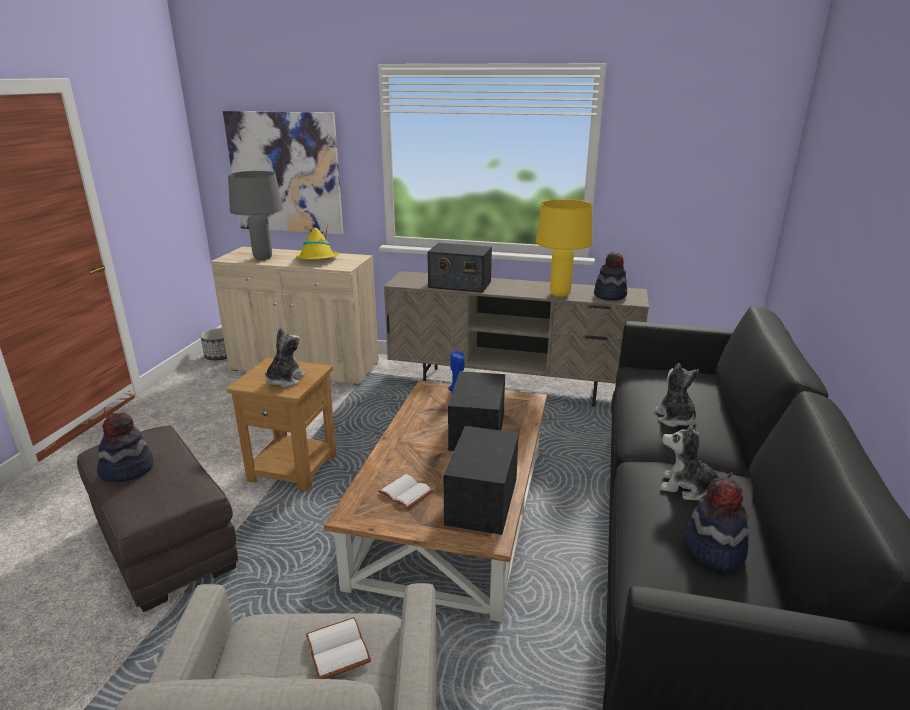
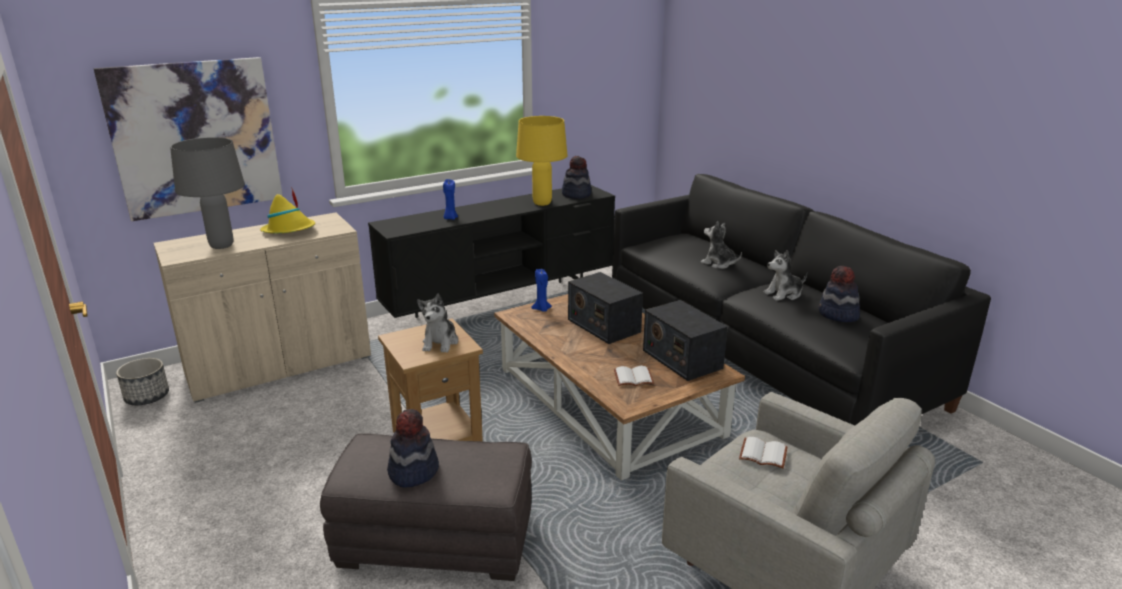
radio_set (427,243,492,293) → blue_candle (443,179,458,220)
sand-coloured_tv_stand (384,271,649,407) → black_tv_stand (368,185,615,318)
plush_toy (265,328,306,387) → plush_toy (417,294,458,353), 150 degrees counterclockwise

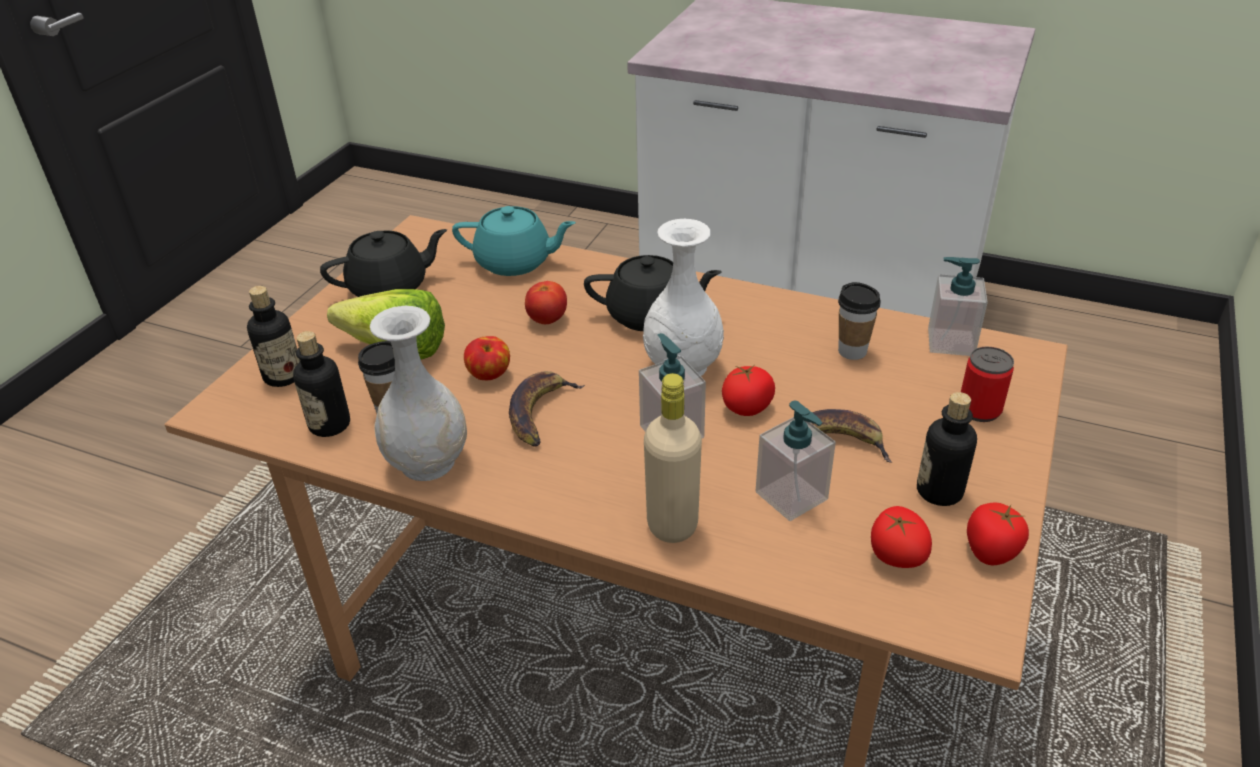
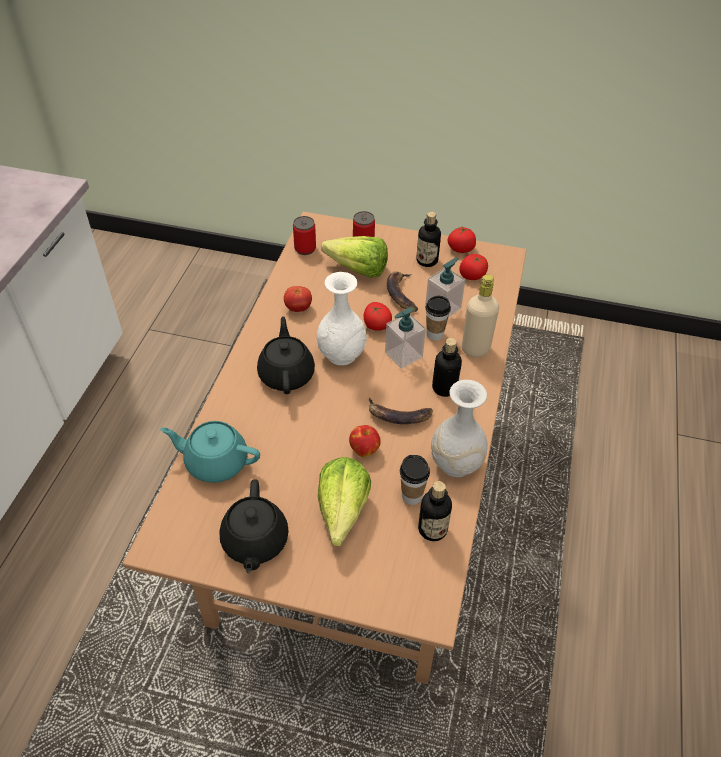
turquoise-coloured_tea_pot (452,206,576,276) → turquoise-coloured_tea_pot (160,421,260,483), 75 degrees counterclockwise
black_tea_pot (320,229,447,297) → black_tea_pot (219,479,289,573), 150 degrees counterclockwise
liquid_soap_bottle (928,257,988,356) → metal_can (293,216,316,255)
whole_tomato (525,281,567,324) → whole_tomato (284,286,312,312), relocated
small_cup (838,282,881,360) → small_cup (426,296,451,340), relocated
beverage_bottle (247,286,300,387) → beverage_bottle (432,338,462,397), relocated
- → lettuce_head (321,236,388,278)

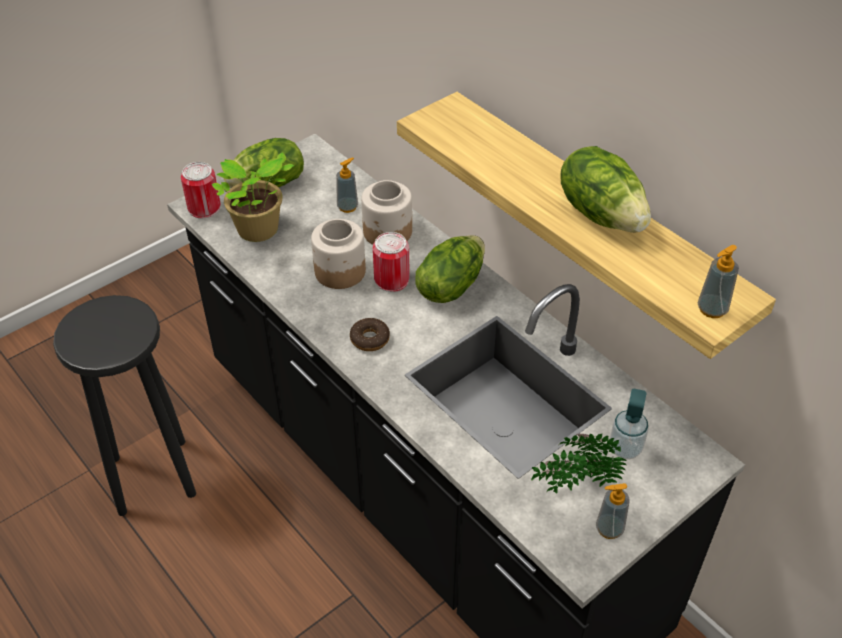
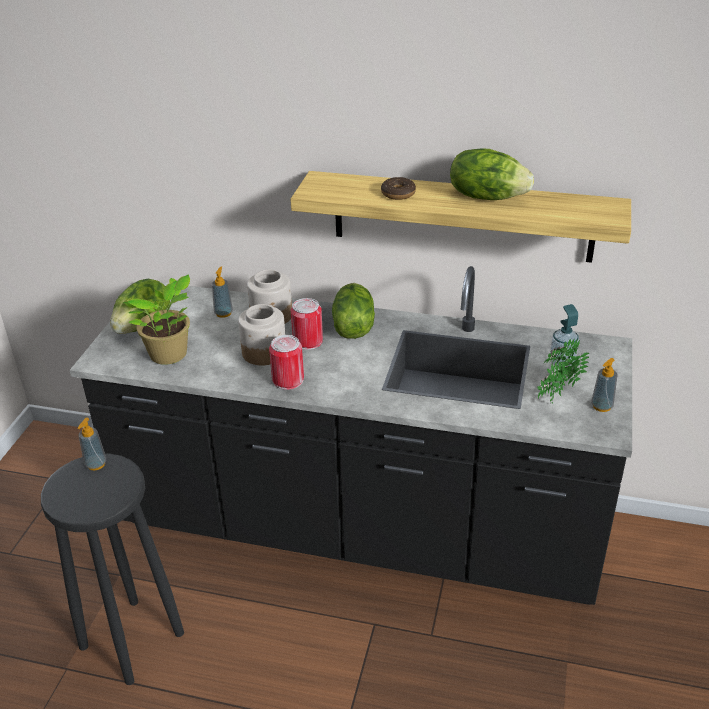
metal_can (181,162,220,218) → metal_can (269,335,304,390), relocated
liquid_soap_bottle (698,245,739,318) → liquid_soap_bottle (77,418,106,470), relocated
donut (350,318,390,351) → donut (381,177,416,200), relocated

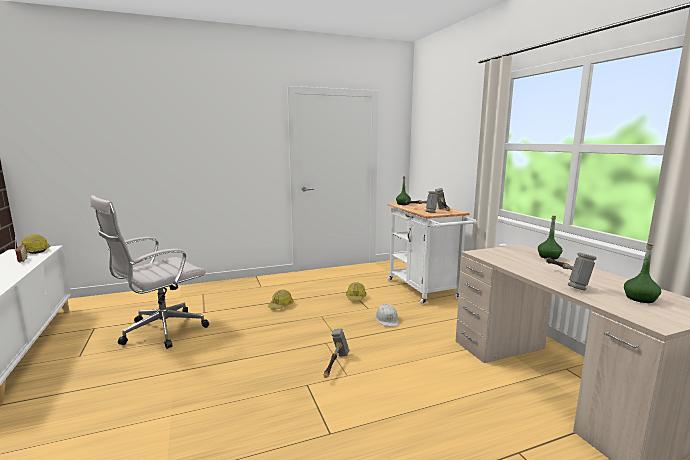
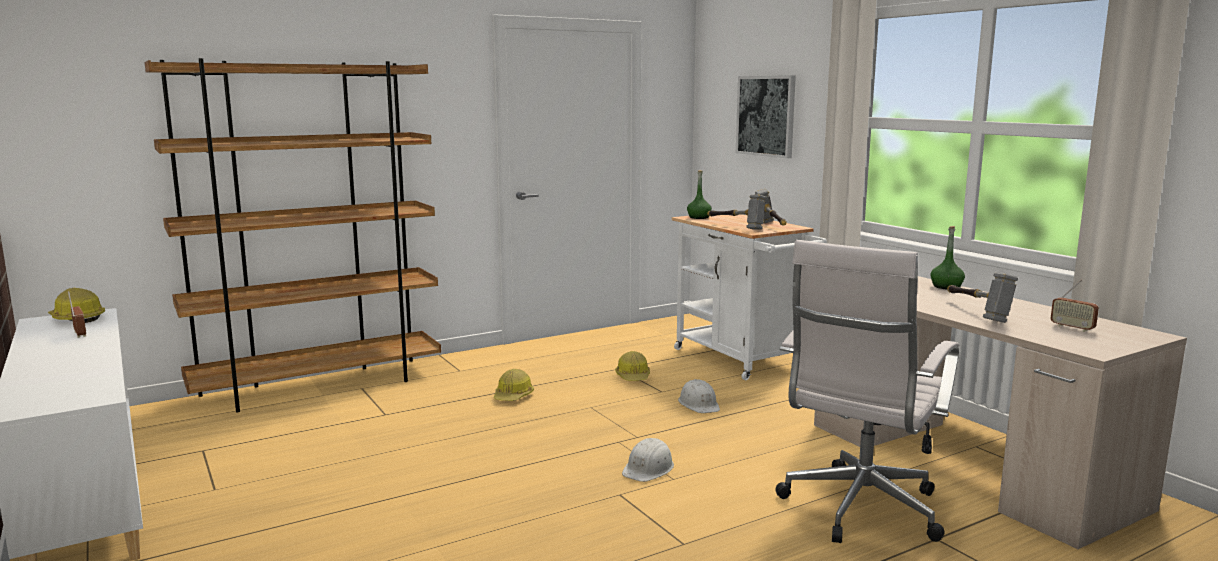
white-coloured_desk_chair (90,195,209,349) → white-coloured_desk_chair (776,240,959,543), relocated
greenish_beverage_bottle (624,243,661,303) → radio_set (1050,280,1099,332)
hammer (324,328,349,378) → white-coloured_safety_helmet (622,438,674,482)
- → brown-coloured_shelving_unit (144,58,441,412)
- → wall_art (736,75,796,158)

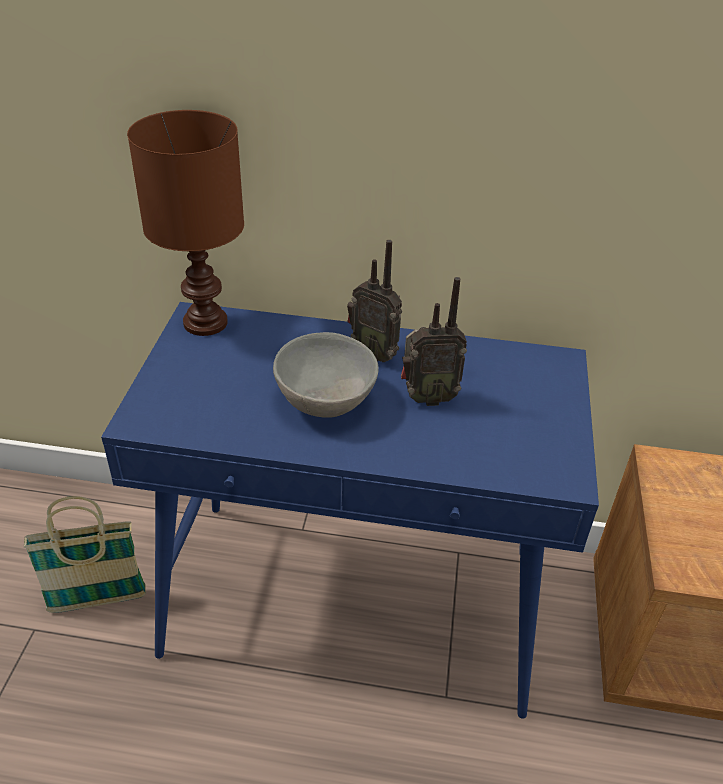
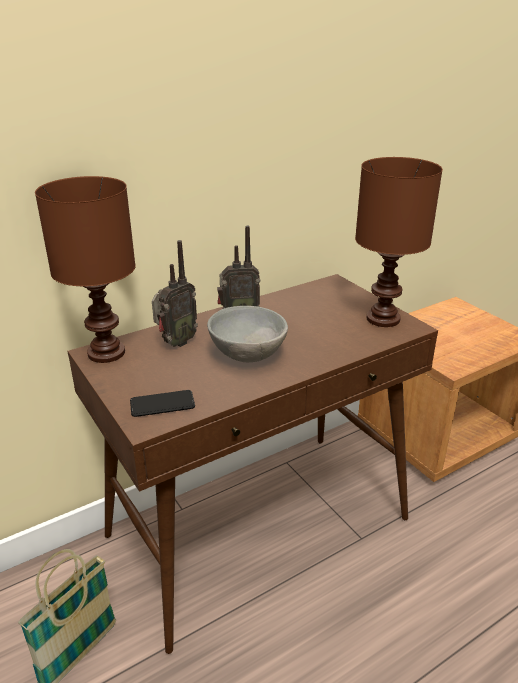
radio_set (401,277,467,406) → radio_set (152,240,198,347), relocated
blue_narrow_table (101,302,599,719) → brown-coloured_narrow_table (67,274,438,654)
- → brown-coloured_lamp_for_a_table (355,157,443,327)
- → phone (130,390,195,417)

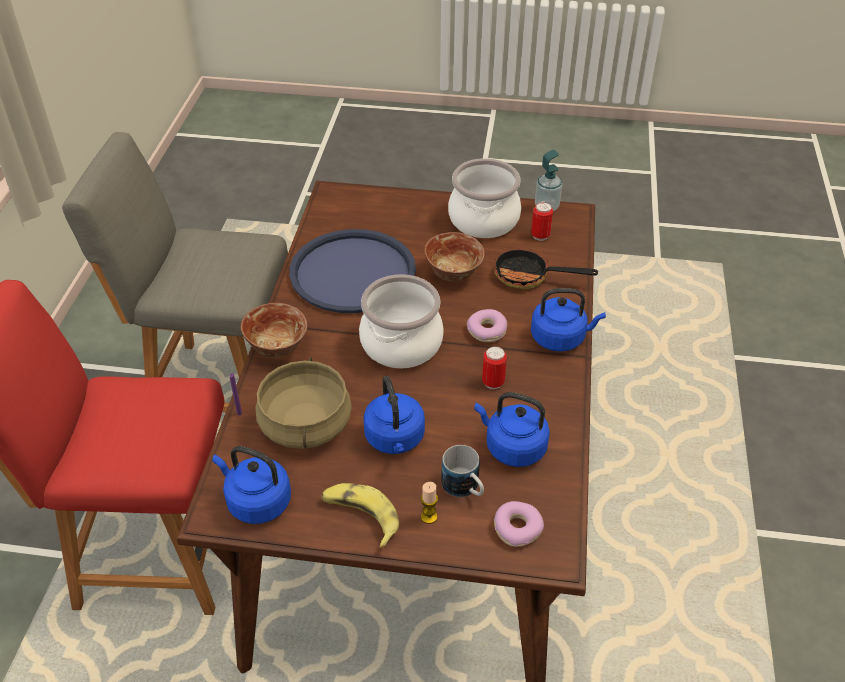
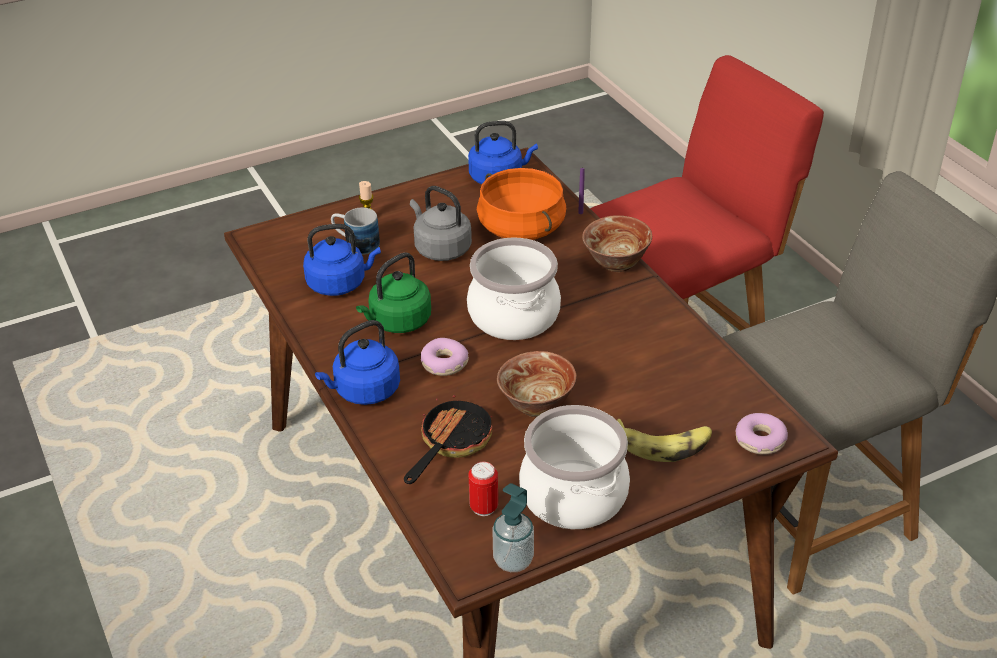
blue_serving_tray (289,229,416,313) → -
skillet (494,248,598,289) → skillet (404,395,493,484), 45 degrees counterclockwise
metal_can (482,346,507,389) → greenish_water_kettle (356,252,431,333)
sand-coloured_saucepot (256,357,352,449) → orange-coloured_saucepot (477,168,566,240)
blue_water_kettle (363,376,425,454) → gray_water_kettle (410,186,472,261)
banana (321,483,399,548) → banana (617,419,712,462), relocated
donut (494,501,544,547) → donut (736,413,788,455), relocated

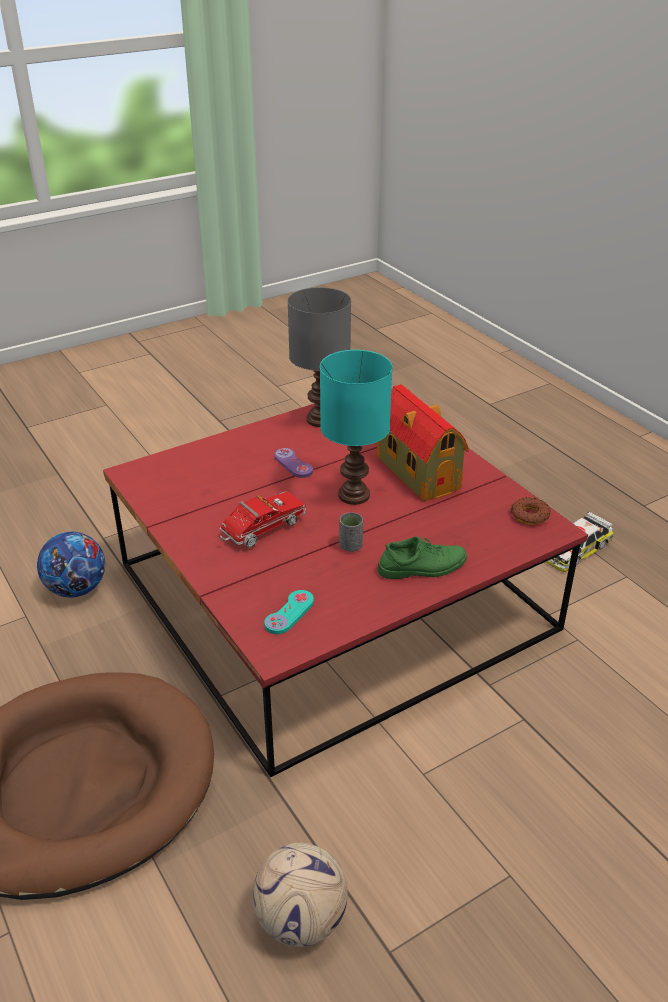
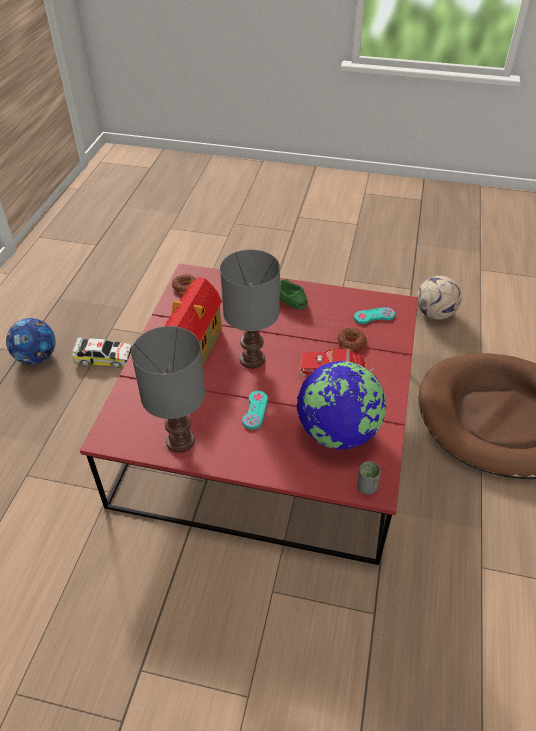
turquoise-coloured_lamp_for_a_table (320,350,393,505) → gray_lamp_for_a_table (220,250,280,369)
purplish_game_controller (274,448,313,478) → turquoise-coloured_game_controller (243,391,268,429)
gray_small_cup (339,512,363,552) → gray_small_cup (357,461,381,494), relocated
ball_for_football (37,532,105,597) → ball_for_football (6,318,56,365), relocated
- → donut (337,328,367,350)
- → globe (297,361,386,449)

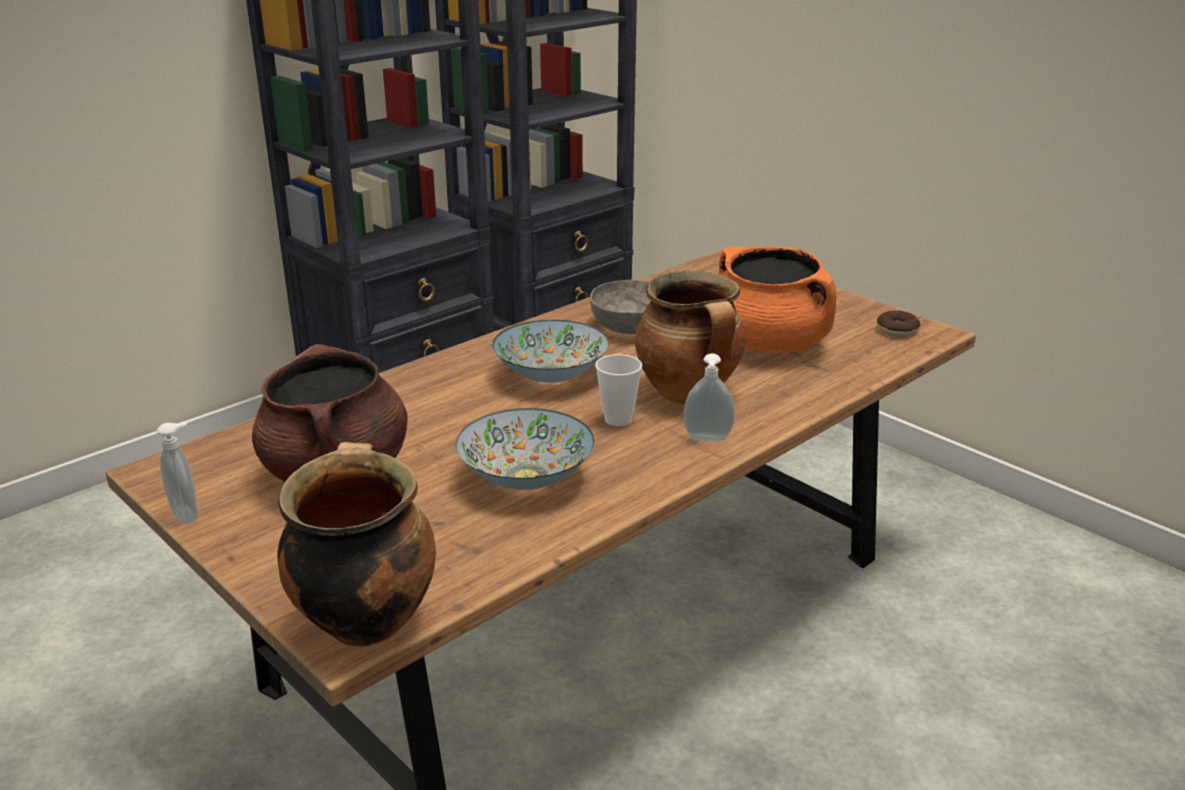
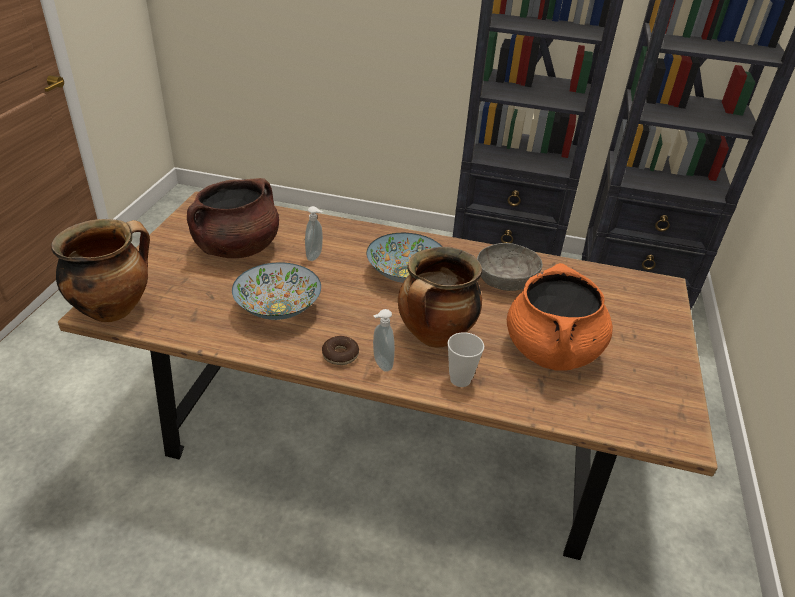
donut (877,310,920,337) → donut (322,336,359,365), relocated
small_cup (595,354,642,426) → small_cup (447,332,484,387), relocated
liquid_soap_bottle (157,422,197,524) → liquid_soap_bottle (305,206,323,261), relocated

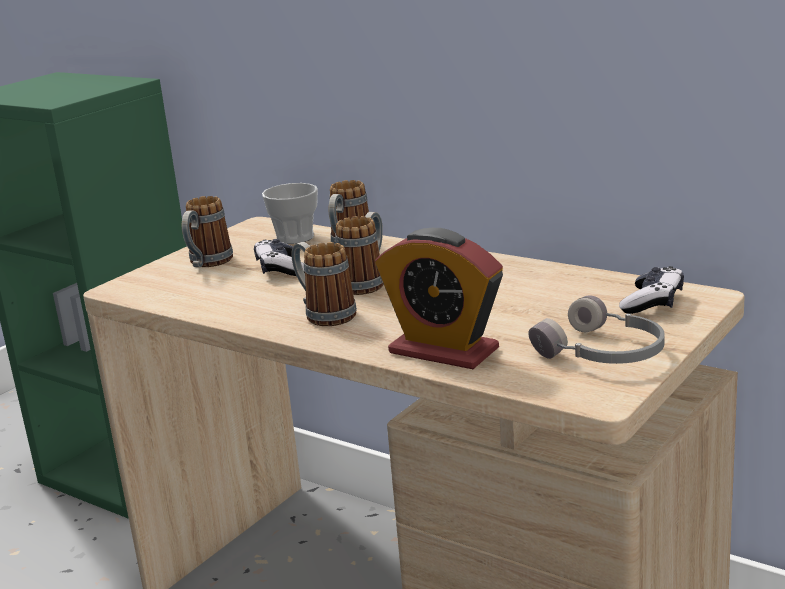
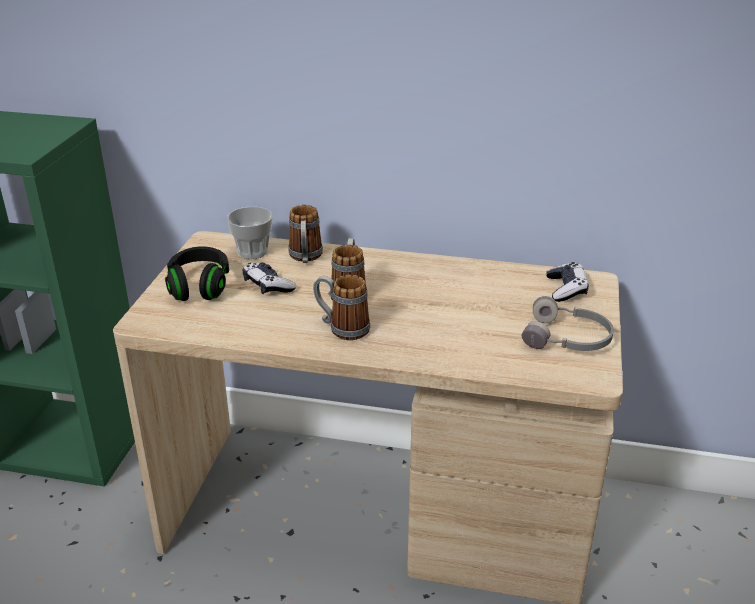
coffee_mug (182,196,233,267) → black_headset (165,246,229,301)
table_clock (375,228,503,369) → -

